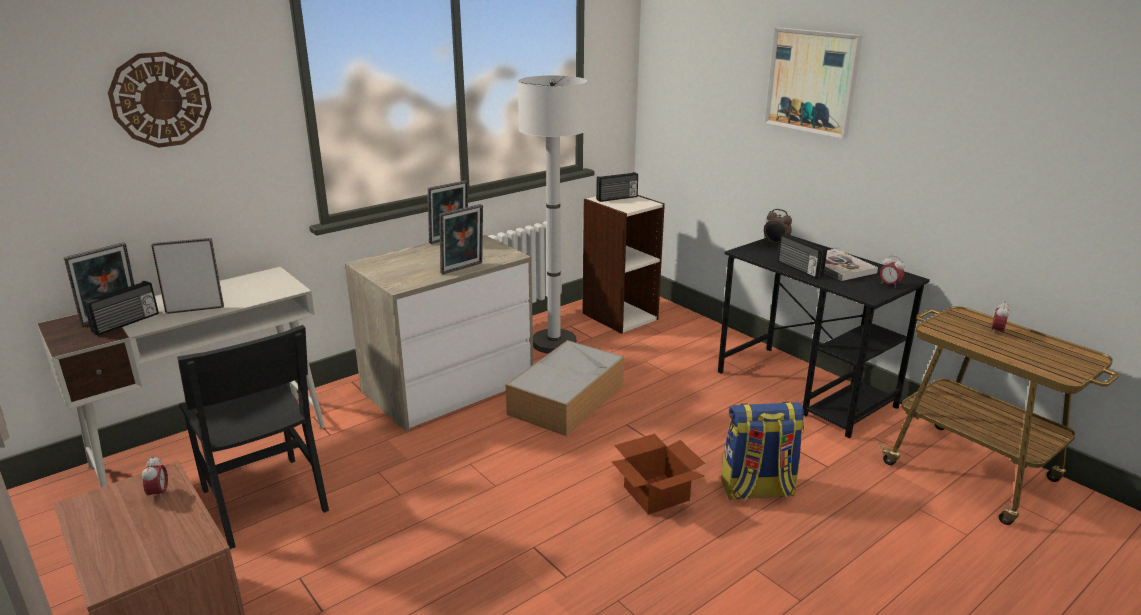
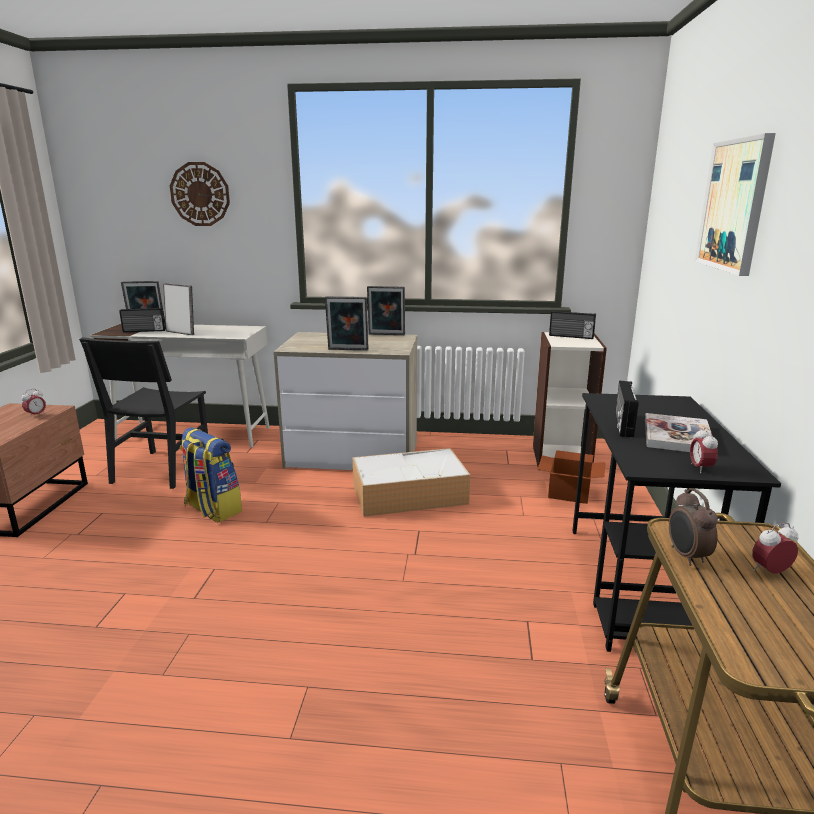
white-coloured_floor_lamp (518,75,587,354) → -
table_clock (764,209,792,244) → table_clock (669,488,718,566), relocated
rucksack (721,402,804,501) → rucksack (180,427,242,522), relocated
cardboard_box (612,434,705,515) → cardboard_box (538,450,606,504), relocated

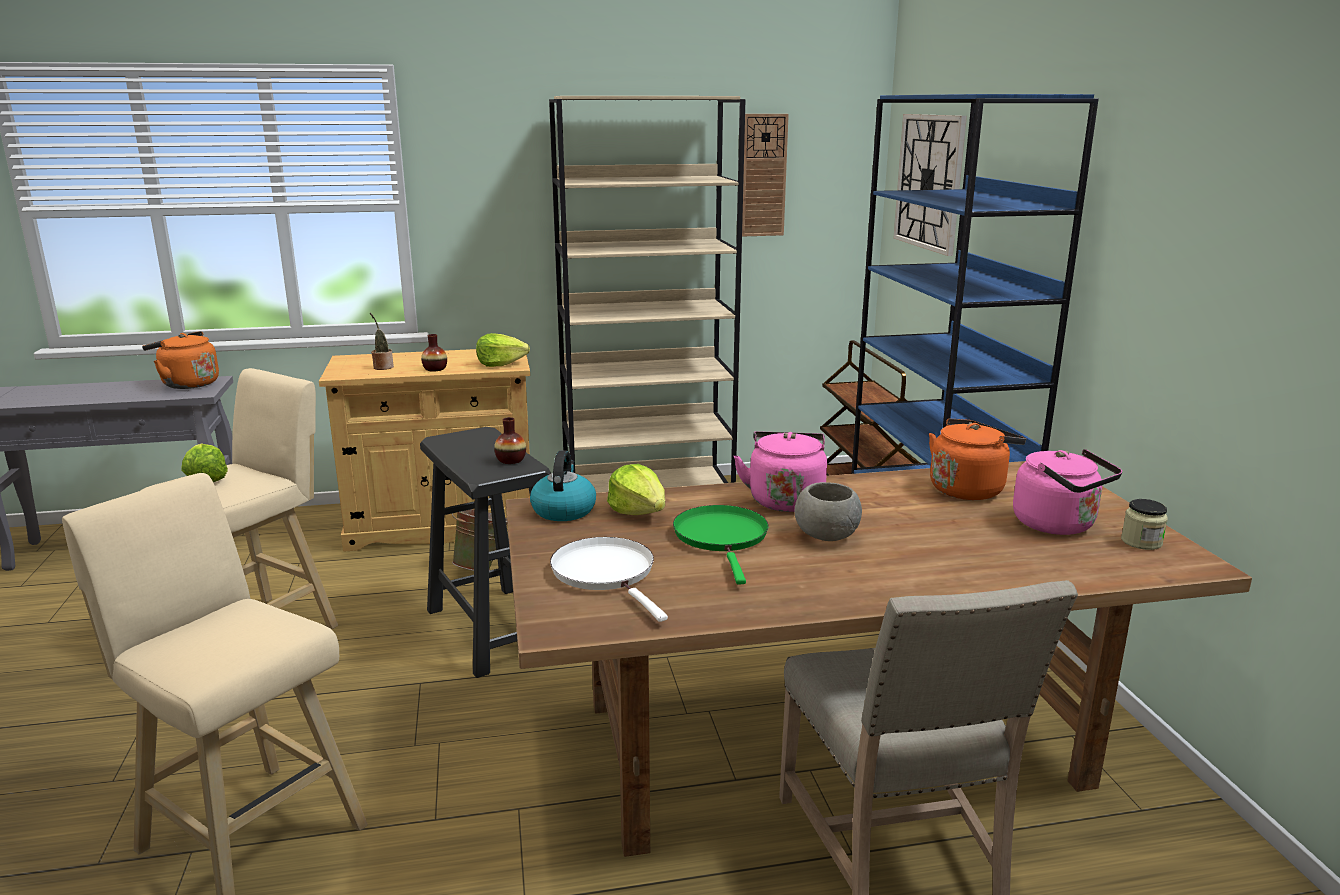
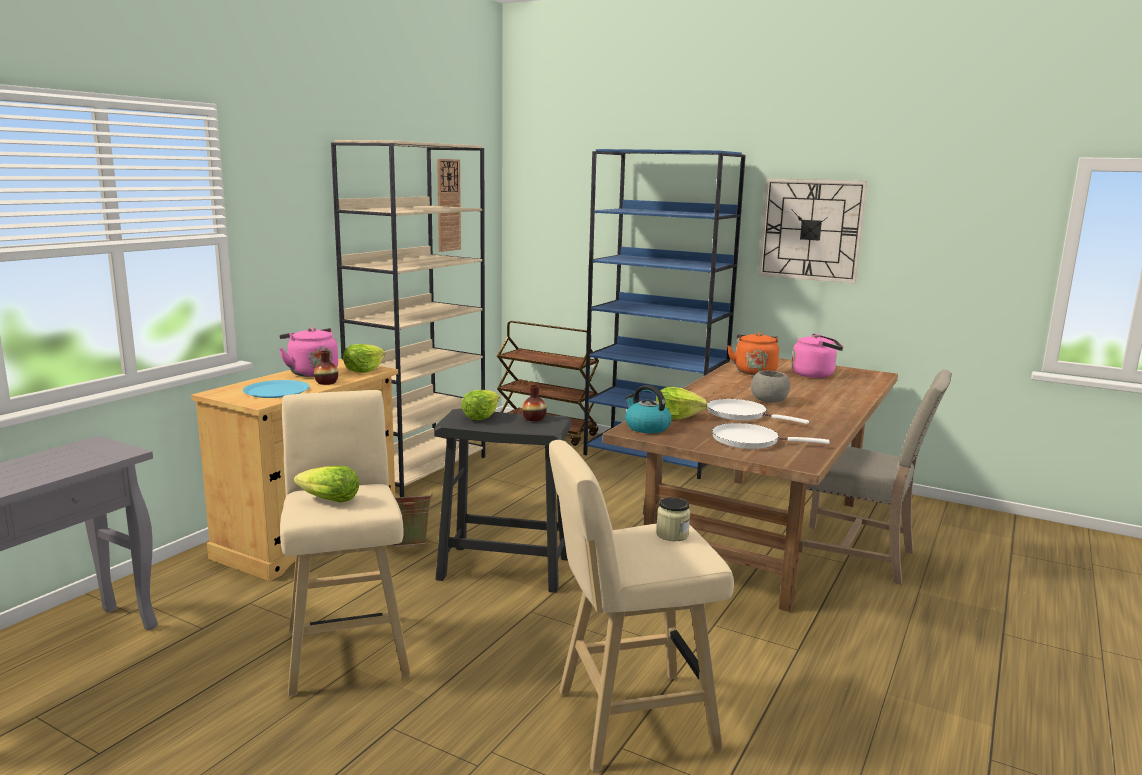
clock_on_the_wall (894,114,967,256) → clock_on_the_wall (758,178,868,284), relocated
potted_plant (370,313,394,370) → blue_plate (243,380,310,398)
orange-coloured_water_kettle (142,331,219,389) → -
pinkish_water_kettle (734,431,827,512) → pinkish_water_kettle (279,327,338,377), relocated
jar (1121,499,1168,550) → jar (656,497,690,541), relocated
greenish_skillet (673,505,769,585) → white-coloured_skillet (707,399,809,424)
- → lettuce_head (461,390,500,420)

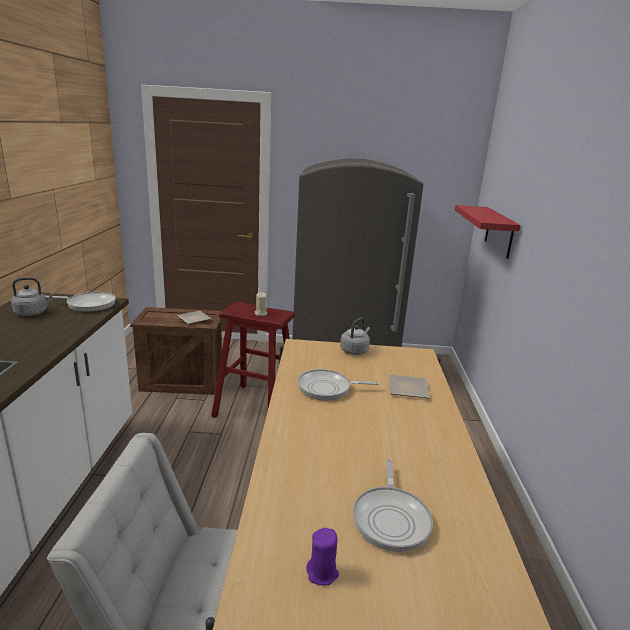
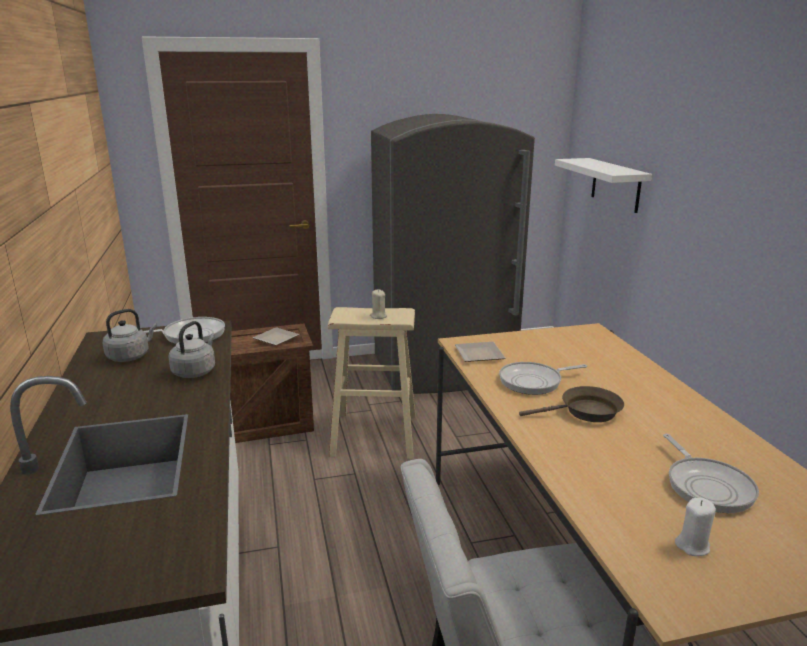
reddish_bracket_shelf (455,205,521,259) → white-coloured_bracket_shelf (555,158,652,213)
reddish_stool (211,302,295,418) → sand-coloured_stool (328,307,416,459)
gray_water_kettle (340,317,370,355) → gray_water_kettle (168,321,215,378), relocated
plate (389,375,430,398) → plate (455,342,505,362), relocated
purplish_candle (306,528,339,586) → white-coloured_candle (675,498,716,556)
- → brown-coloured_skillet (519,386,624,422)

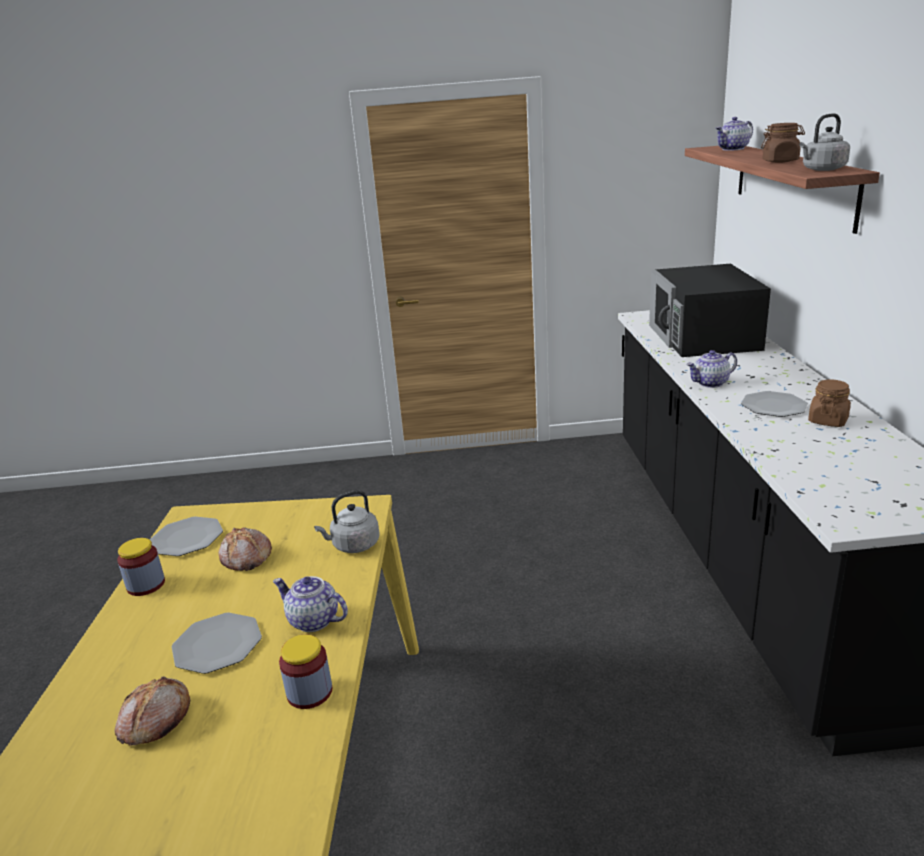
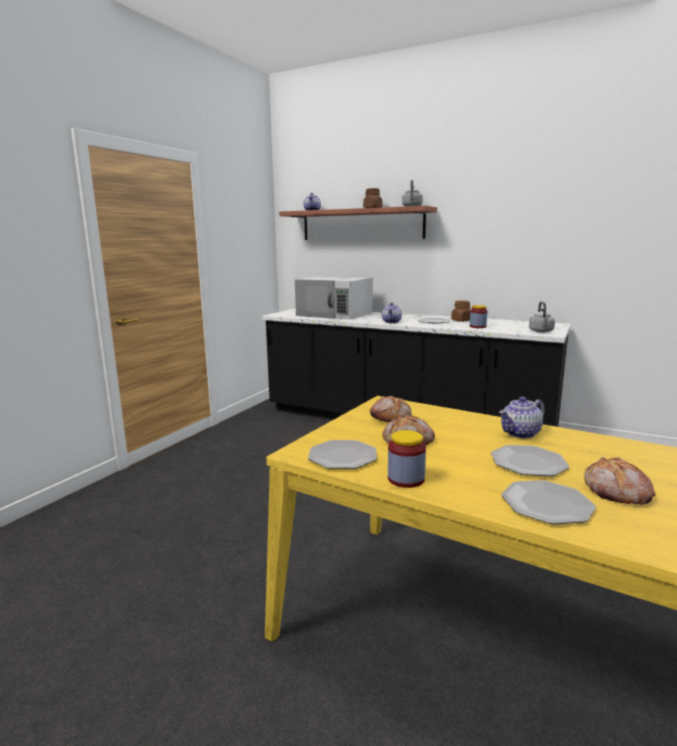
black_kitchen_microwave (649,264,771,357) → white-coloured_kitchen_microwave (295,276,373,320)
gray_water_kettle (314,490,380,553) → gray_water_kettle (529,302,555,332), relocated
jar (279,634,332,709) → jar (470,305,487,328), relocated
- → baked_bread (370,396,412,422)
- → plate (501,480,596,524)

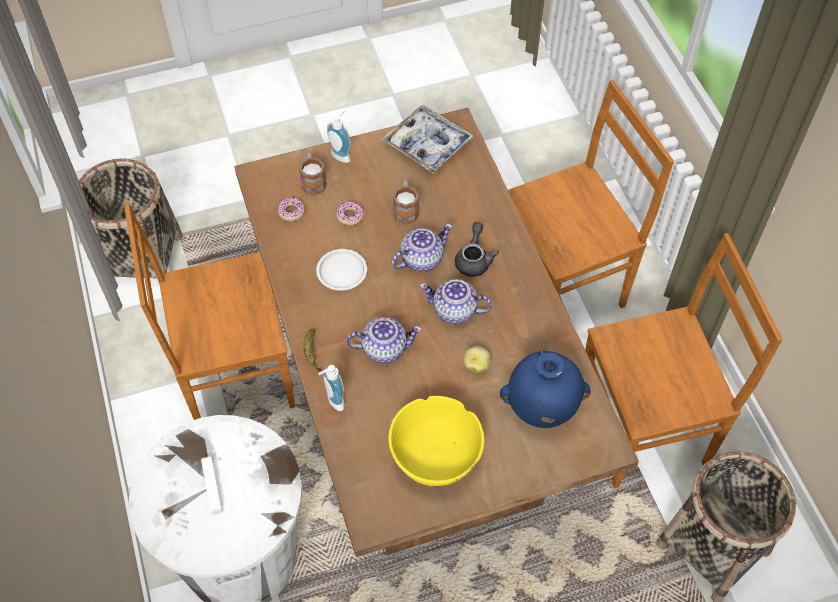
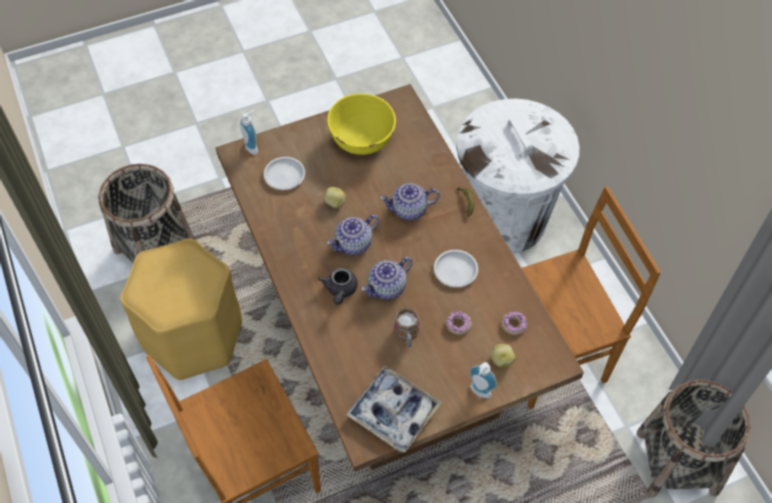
coffee_mug (299,152,327,196) → whole_potato (490,344,516,367)
brown-coloured_upright_chair (585,233,782,488) → yellowish_stool (120,238,242,380)
tea_pot (420,279,492,324) → tea_pot (327,214,379,255), 135 degrees clockwise
blue_vase (500,350,591,428) → white-coloured_plate (263,157,305,190)
liquid_soap_bottle (318,365,345,411) → liquid_soap_bottle (240,110,258,155), relocated

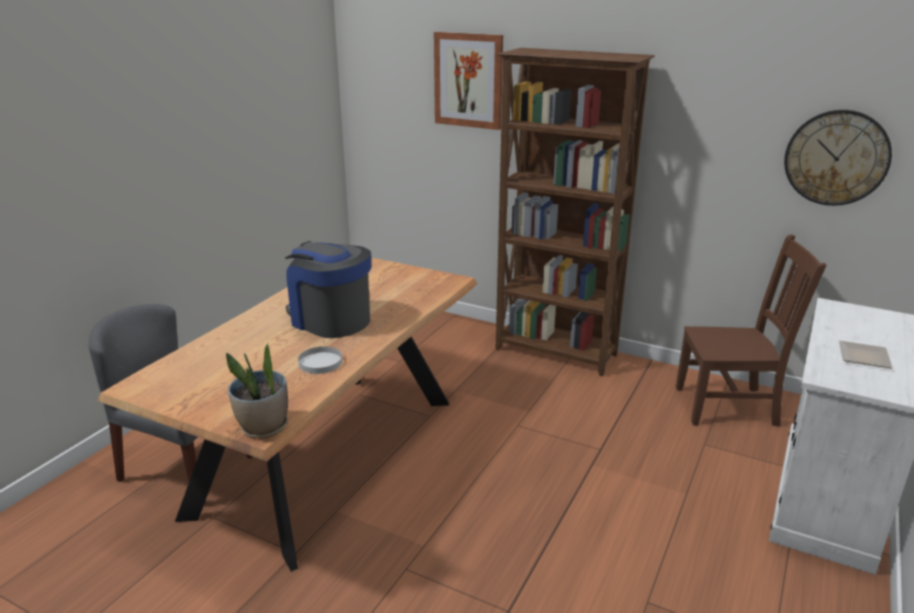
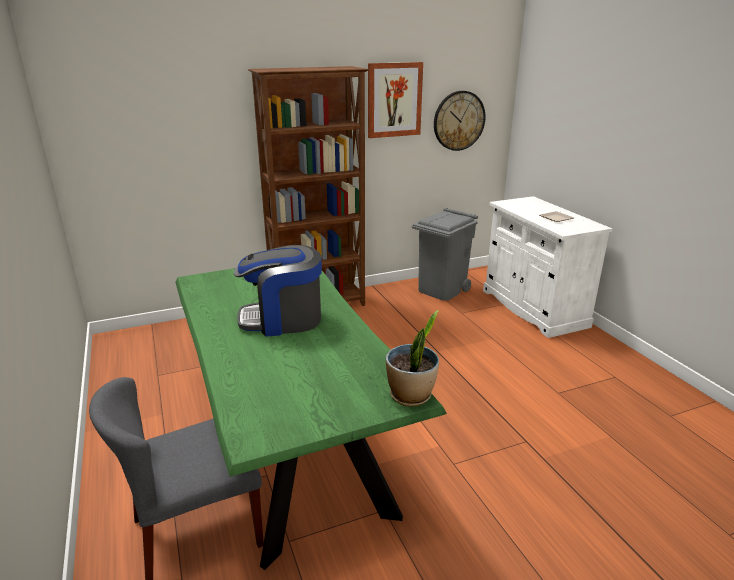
wall_art (434,32,503,130) → wall_art (368,62,423,138), relocated
brown-coloured_upright_chair (676,234,826,427) → gray_trash_can (412,208,478,301)
brown-coloured_dining_table (97,258,478,572) → greenish_dining_table (175,268,447,570)
white-coloured_plate (298,347,342,374) → -

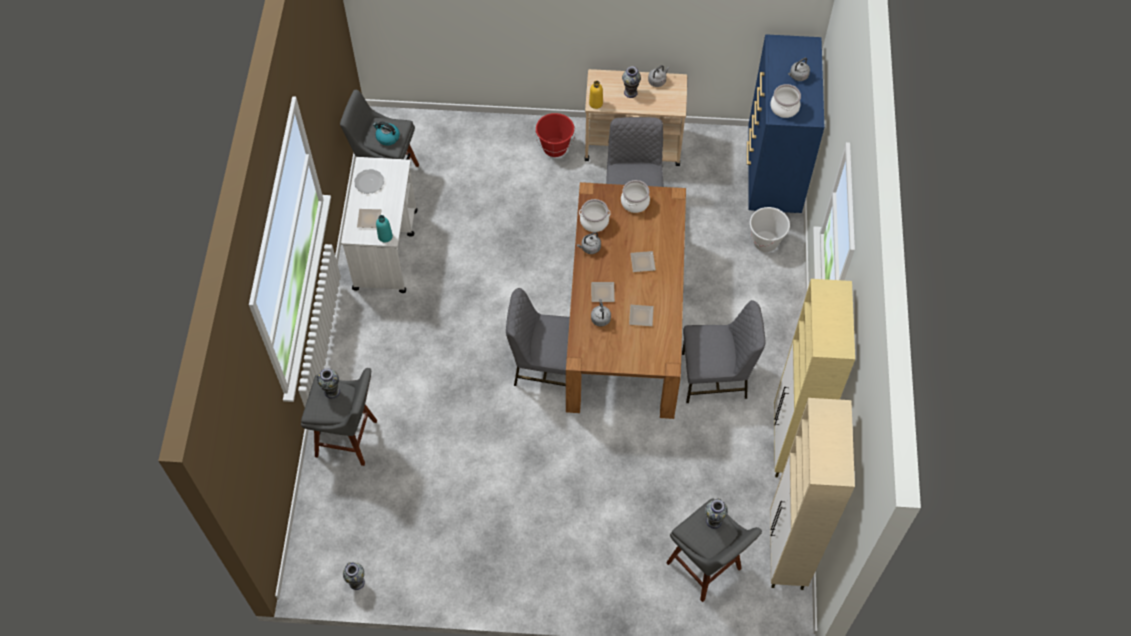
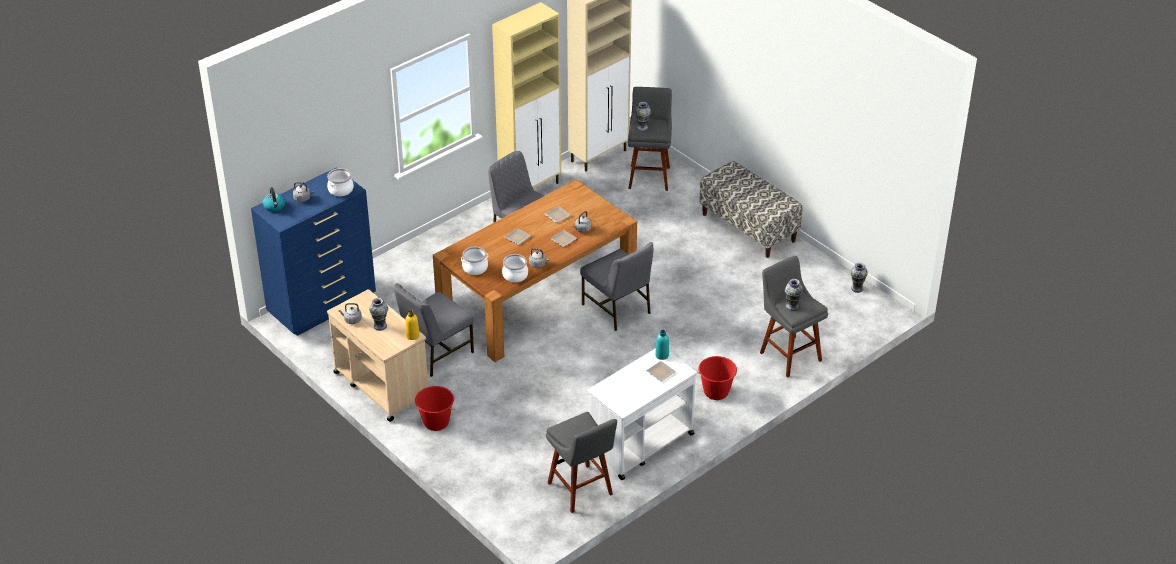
water_kettle (373,122,400,146) → water_kettle (263,187,285,212), relocated
plate (354,169,384,194) → -
white-coloured_water_bucket (750,207,790,252) → -
- → long_seat (699,161,802,258)
- → reddish_water_bucket (697,356,737,400)

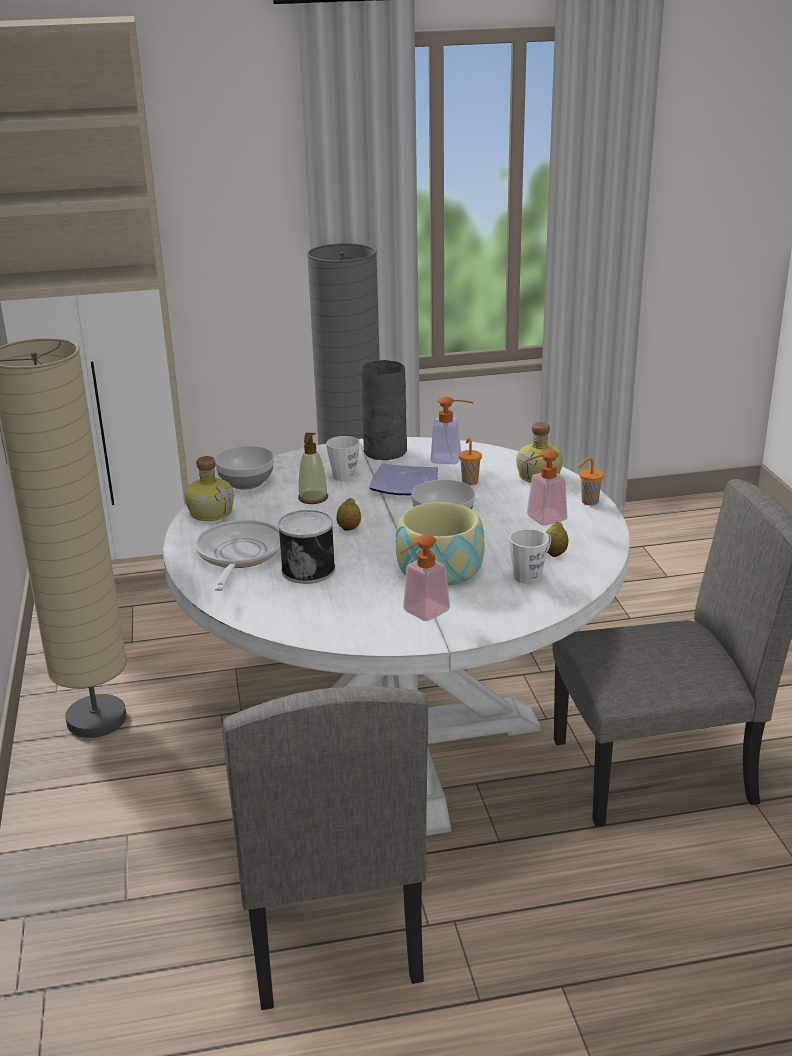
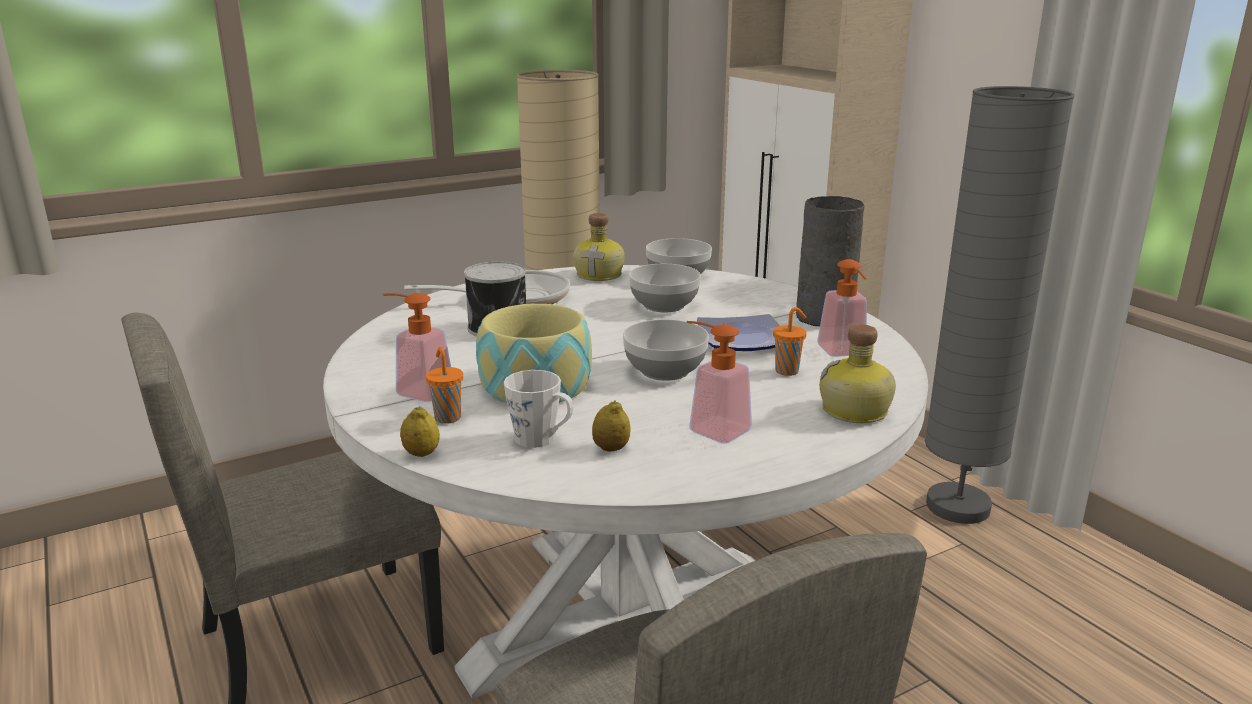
liquid_soap_bottle (298,433,328,504) → bowl (629,264,701,312)
white-coloured_coffee_mug (326,436,360,481) → -
orange-coloured_small_cup (578,457,604,506) → orange-coloured_small_cup (426,347,463,424), relocated
whole_lemon (336,498,361,531) → whole_lemon (400,406,440,457), relocated

